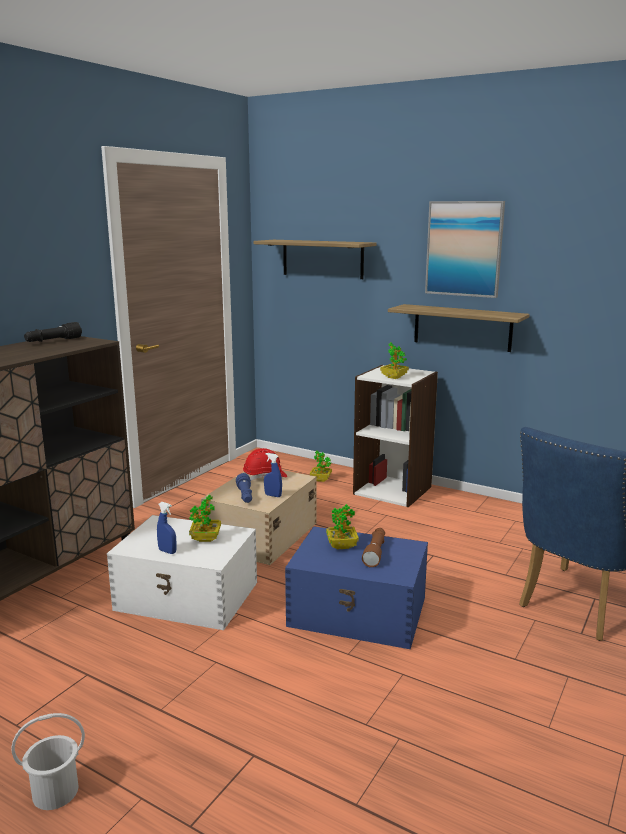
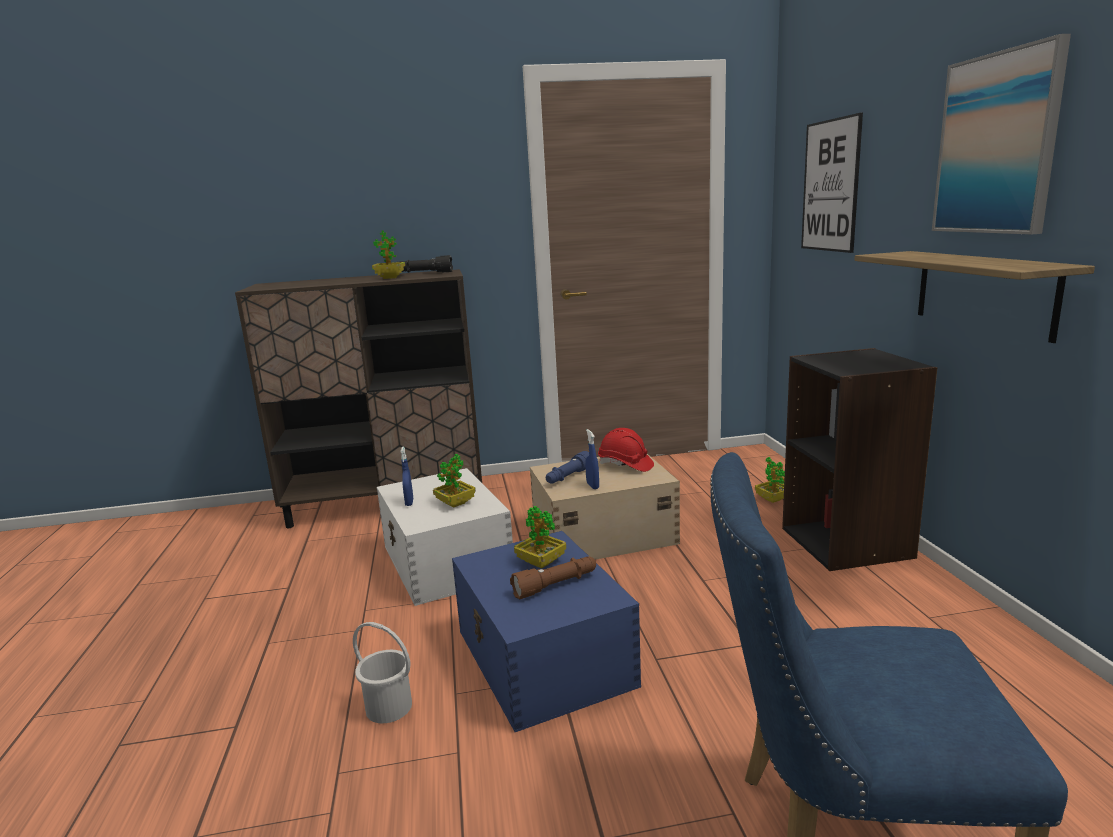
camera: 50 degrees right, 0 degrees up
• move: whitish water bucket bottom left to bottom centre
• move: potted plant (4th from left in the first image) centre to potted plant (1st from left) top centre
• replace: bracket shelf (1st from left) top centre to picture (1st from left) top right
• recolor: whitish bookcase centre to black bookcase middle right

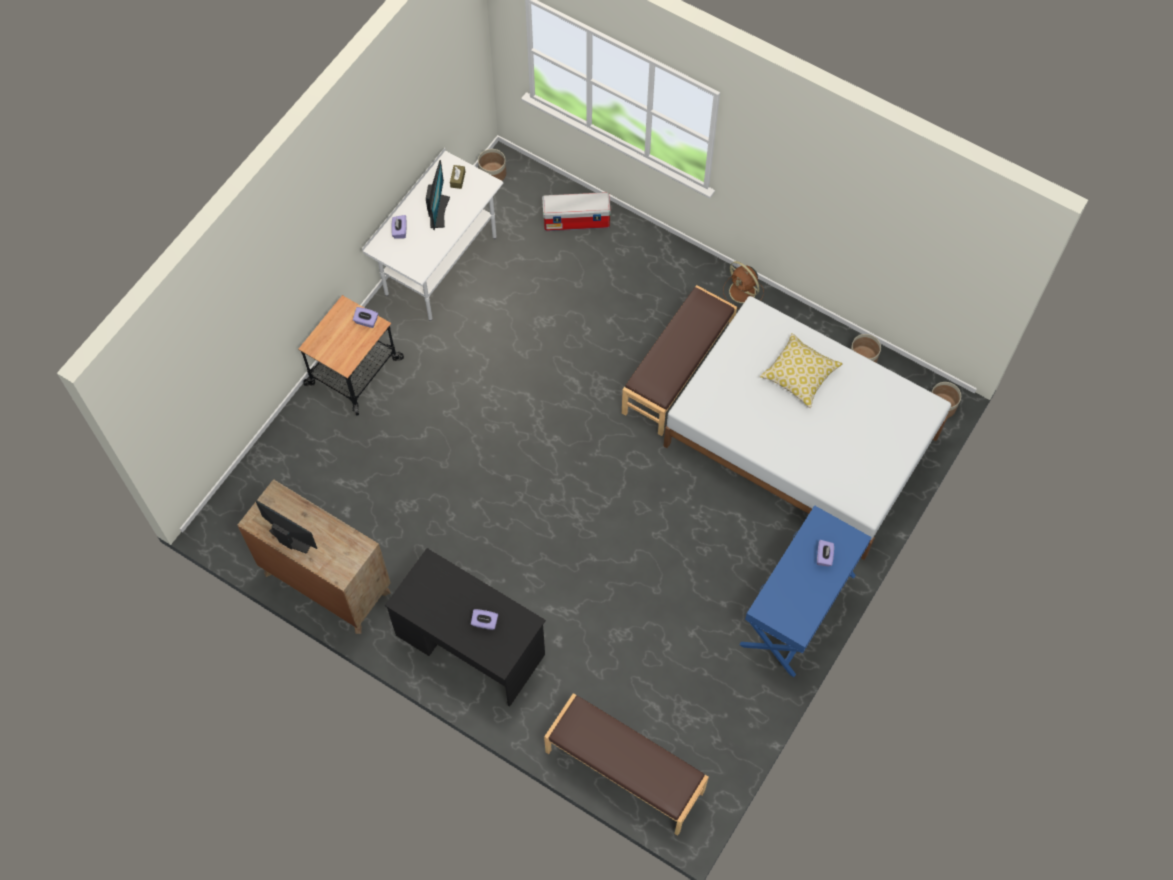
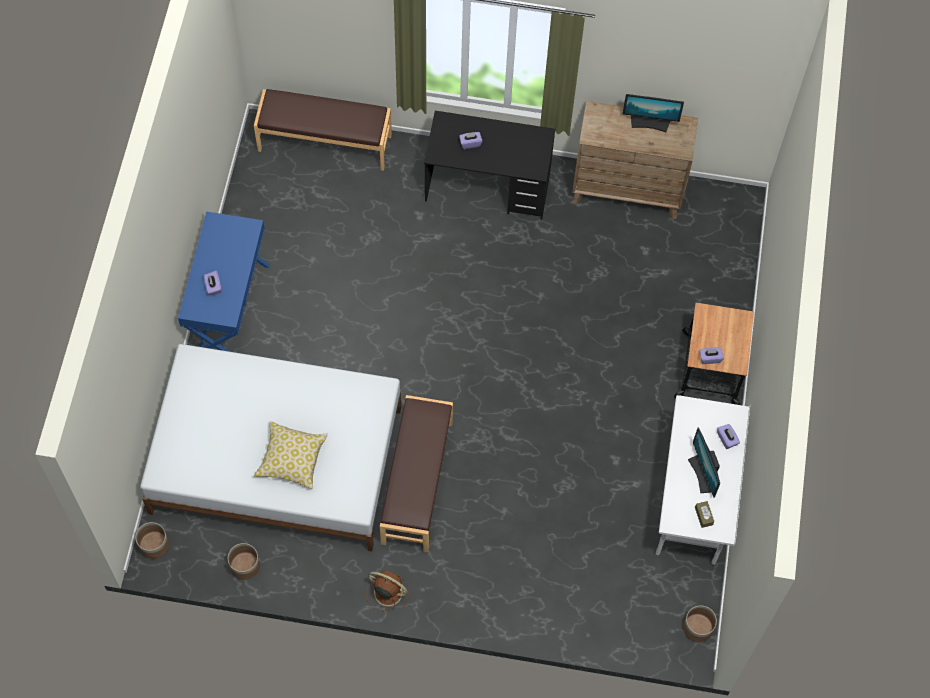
camera: 155 degrees right, 0 degrees up
• delete: storage box top centre

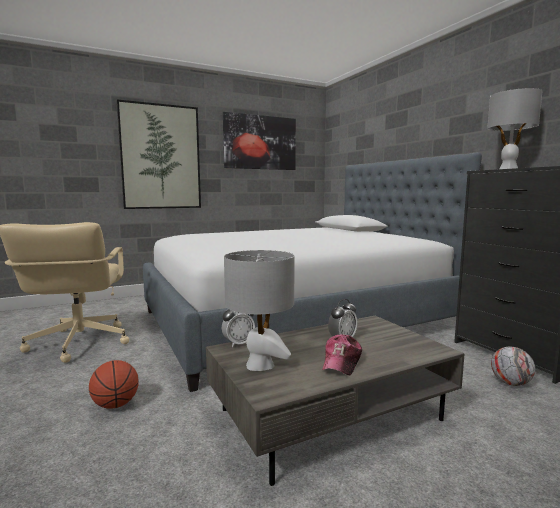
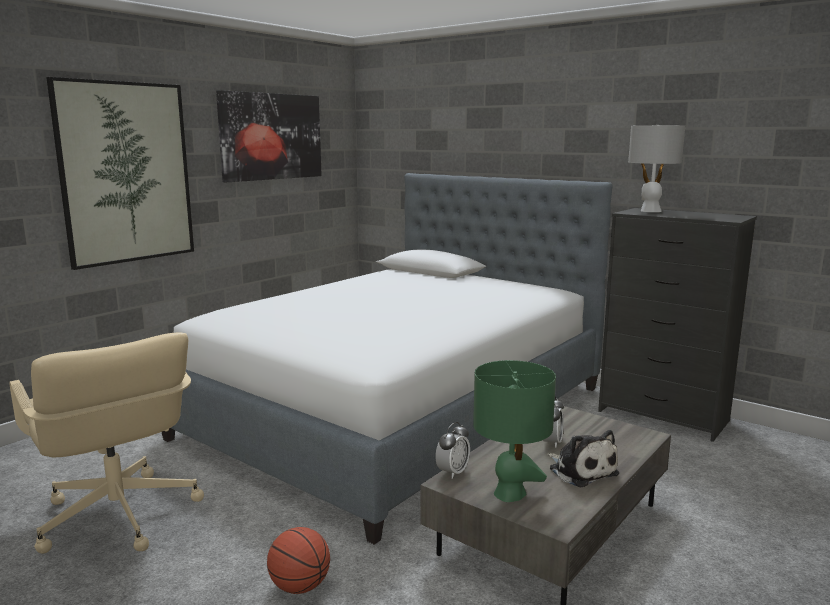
camera: 25 degrees left, 5 degrees up
• delete: football bottom right
• replace: peaked cap bottom centre to soft toy bottom right
• recolor: gray tabletop lamp (1st from left) centre to green-coloured tabletop lamp bottom centre

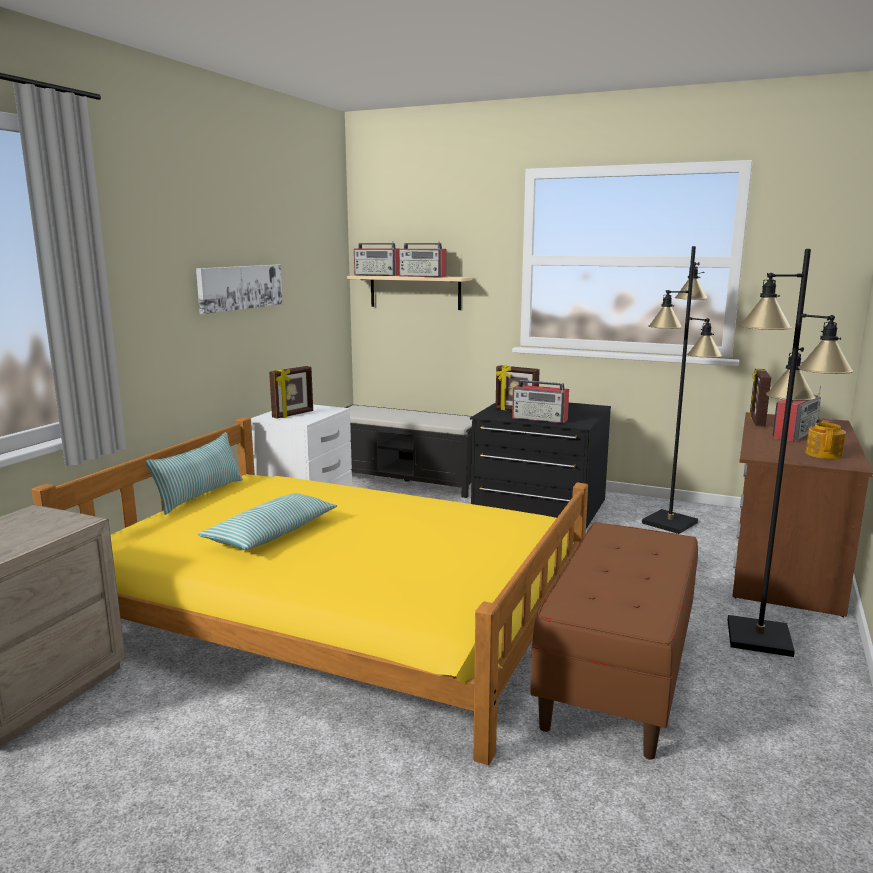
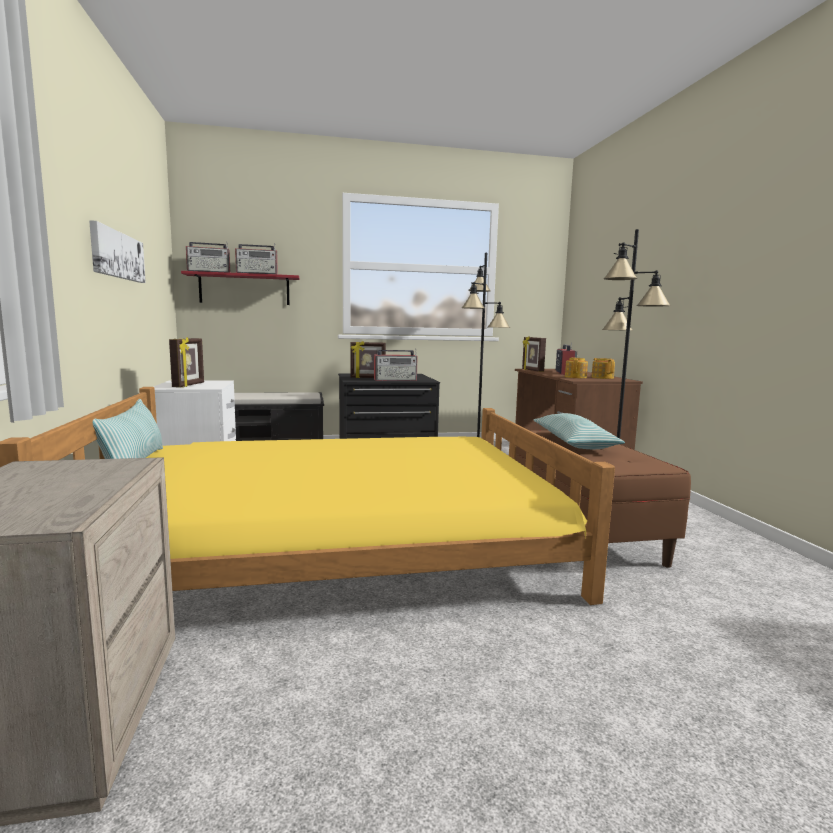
camera: 35 degrees left, 5 degrees down
• insert: pot for tea (1st from left) middle right
• move: pillow (2nd from left) middle left to middle right
• recolor: sand-coloured bracket shelf centre to red bracket shelf middle left

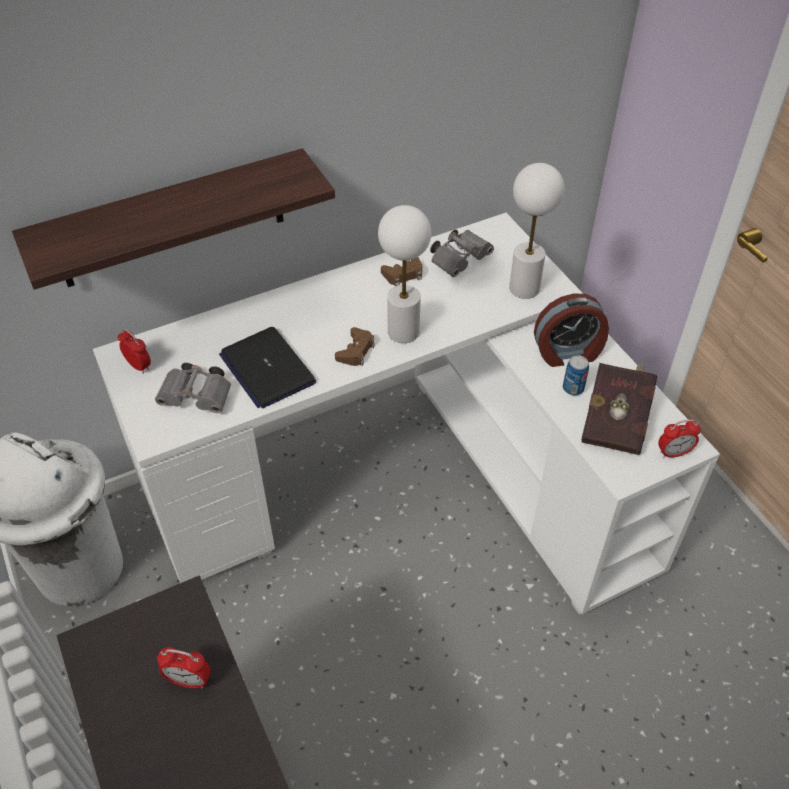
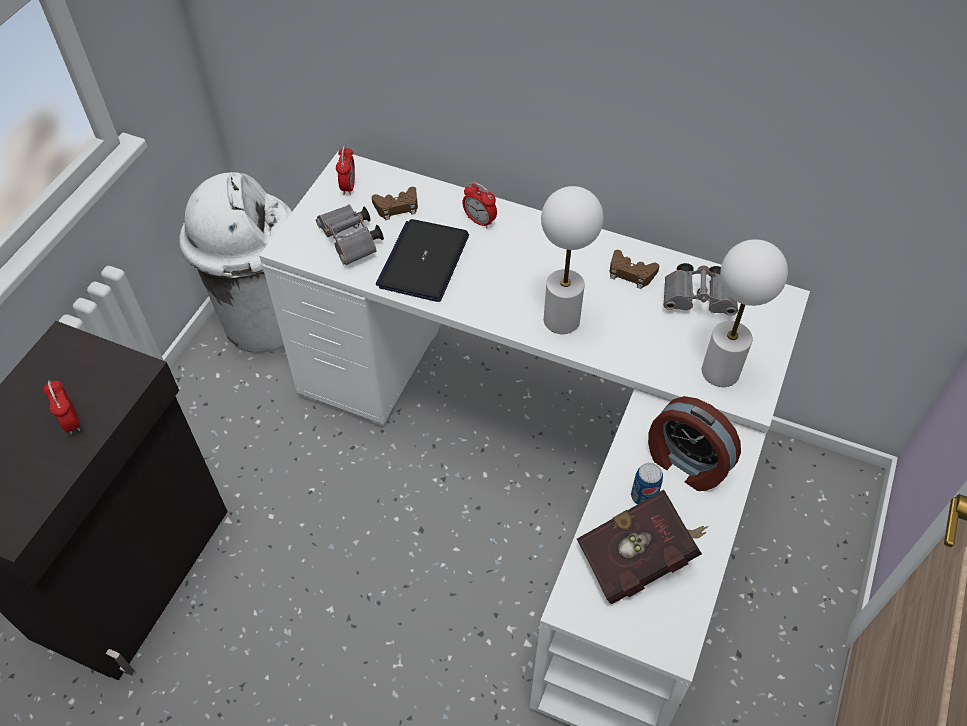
camera: 50 degrees right, 5 degrees up
• delete: bracket shelf top left
• move: brownish gamepad (1st from left) centre to top centre
• move: alarm clock (4th from left in the first image) middle right to alarm clock (3rd from left) top centre

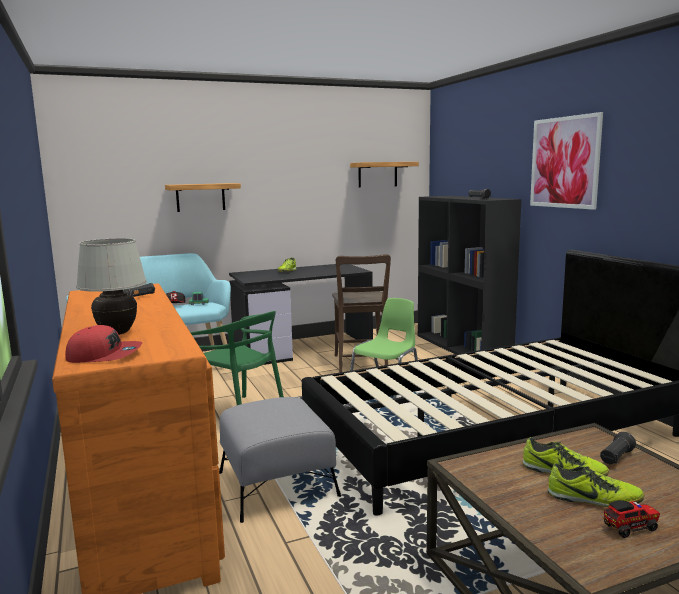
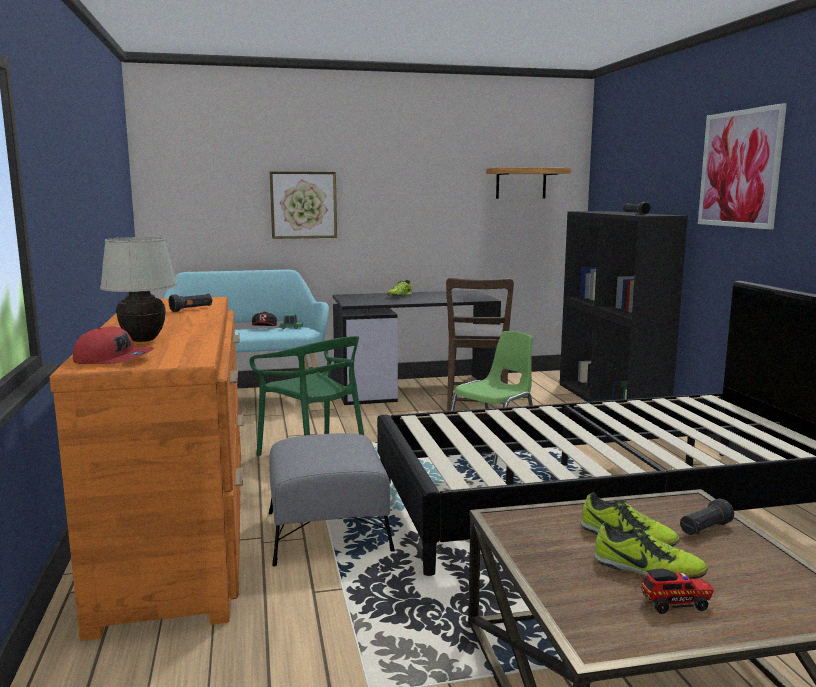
camera: 10 degrees right, 0 degrees up
• replace: bracket shelf (1st from left) top left to picture (1st from left) top centre

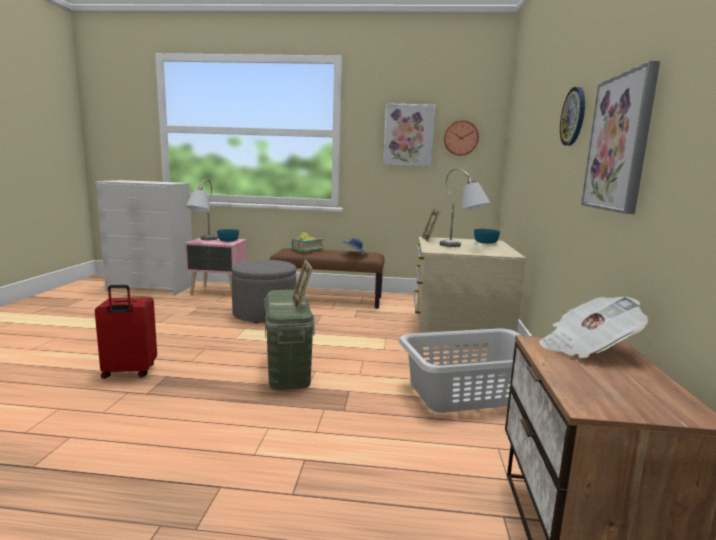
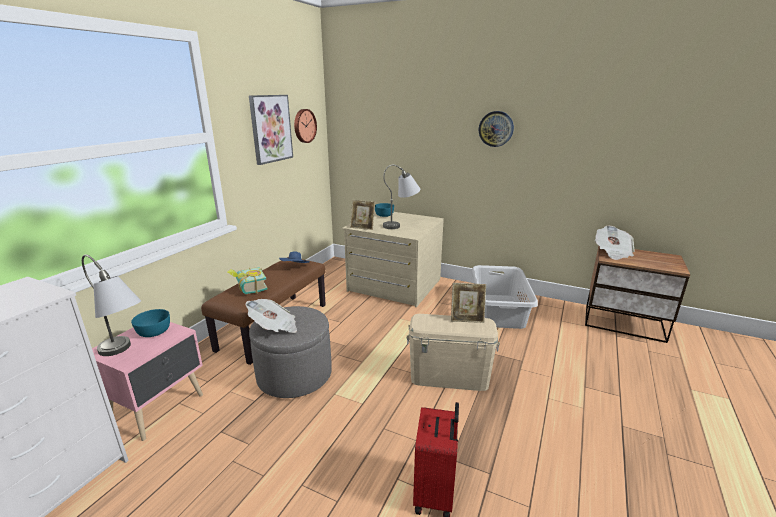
camera: 70 degrees left, 10 degrees up
• delete: picture (2nd from left) top right
• insert: newspaper (1st from left) centre
• recolor: green-coloured storage box centre to sand-coloured storage box bottom centre

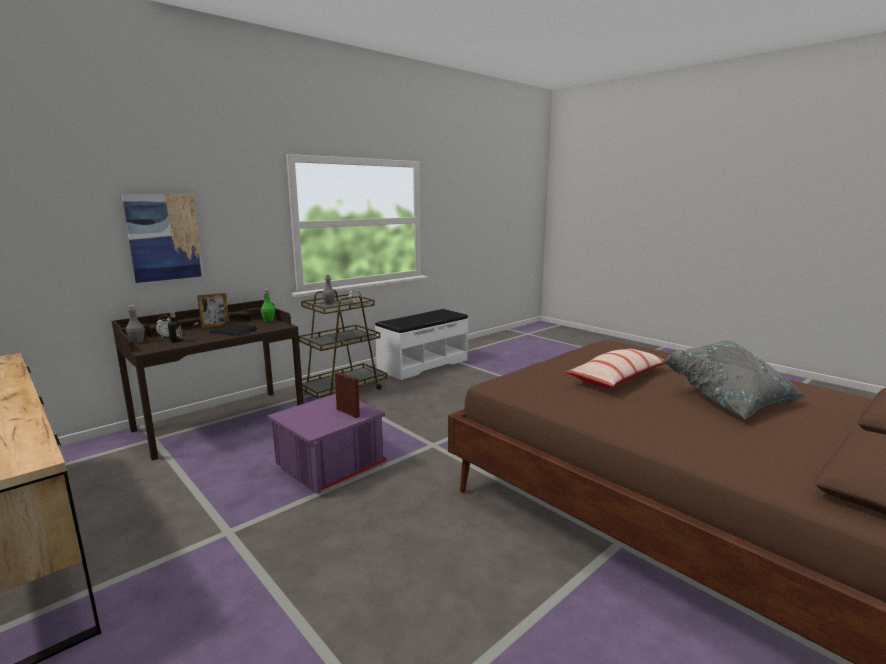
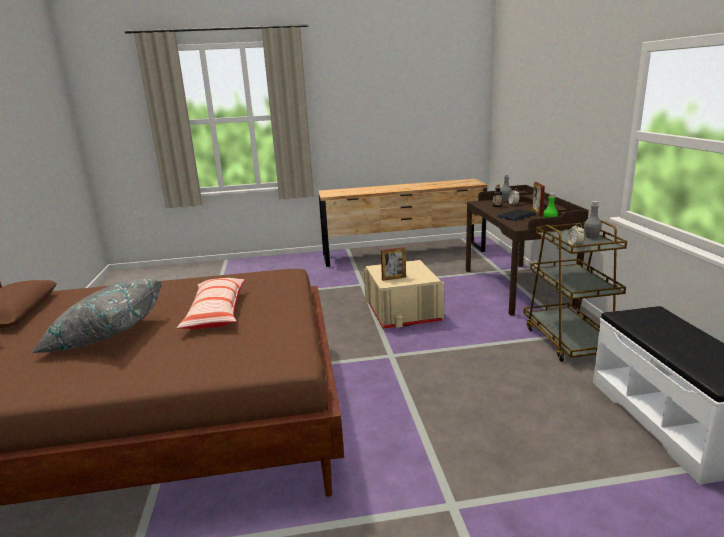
camera: 125 degrees right, 5 degrees up
• delete: picture middle left
• recolor: purple storage box bottom centre to sand-coloured storage box centre

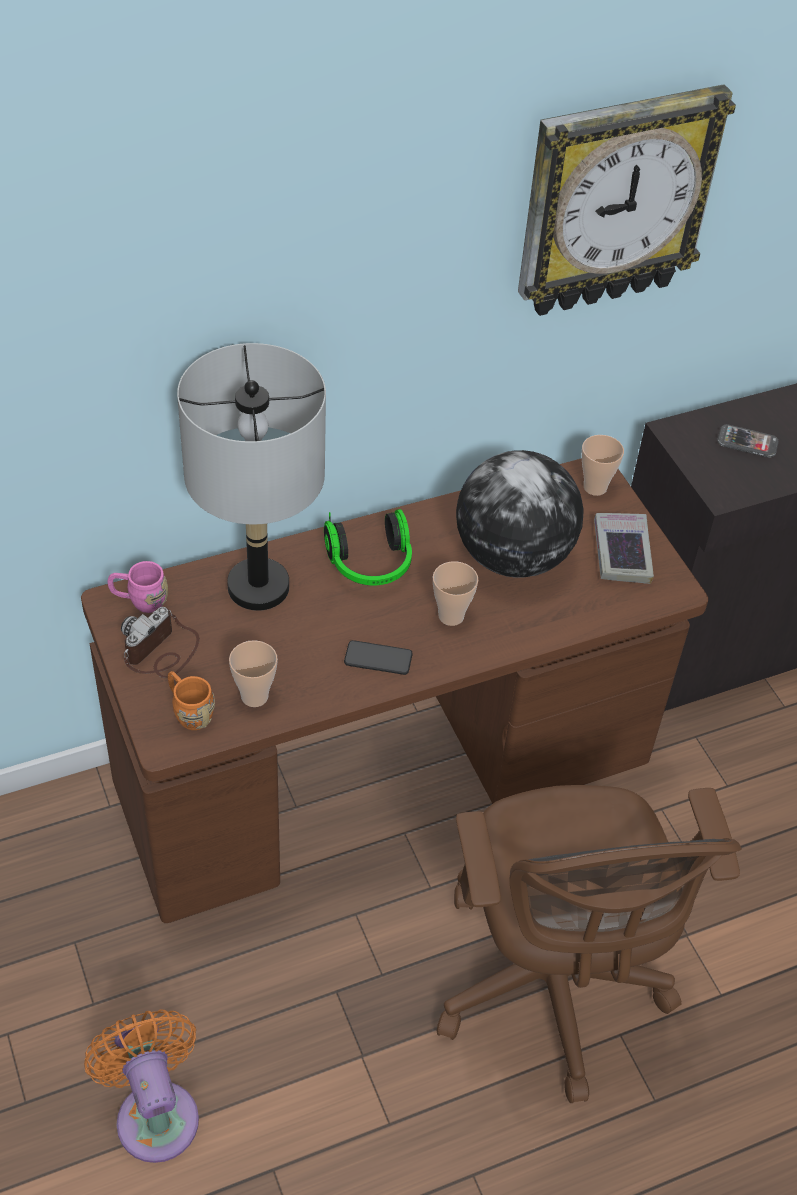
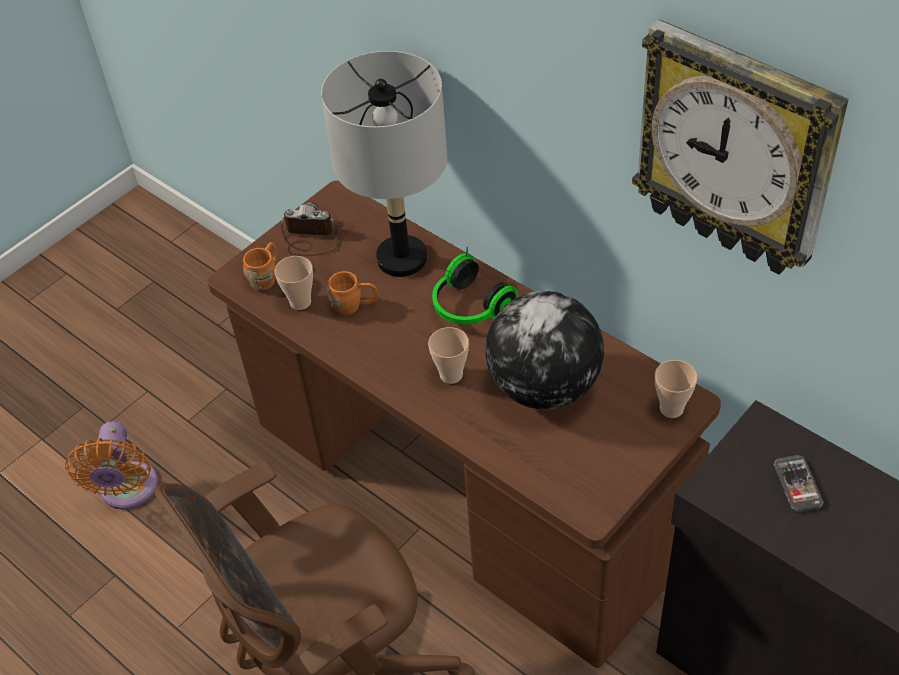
camera: 70 degrees right, 0 degrees up
• delete: pink-coloured mug middle left
• delete: telephone (1st from left) centre
• delete: bound book middle right
• insert: orange mug (2nd from left) centre
• rotate: orange cooling fan bottom left = bottom left 135 degrees clockwise

